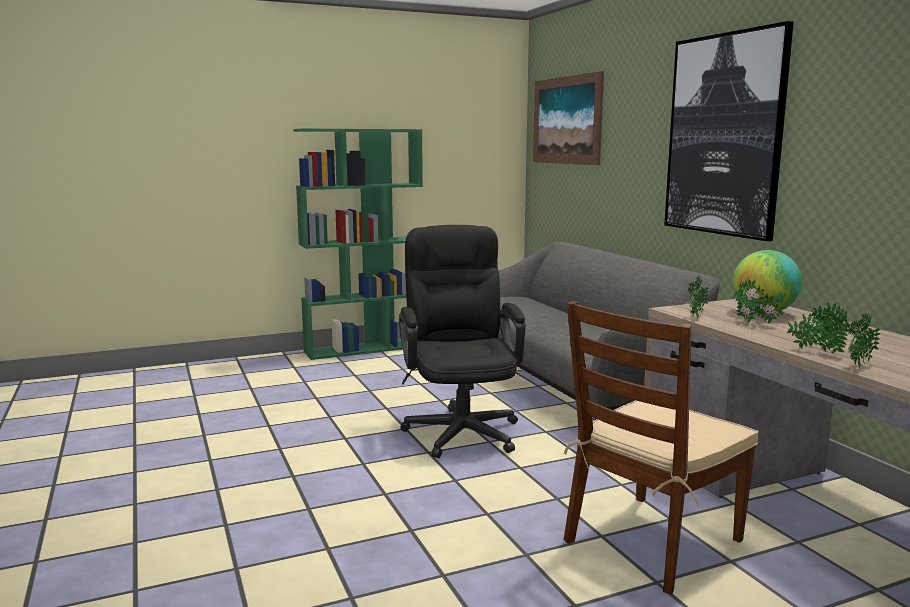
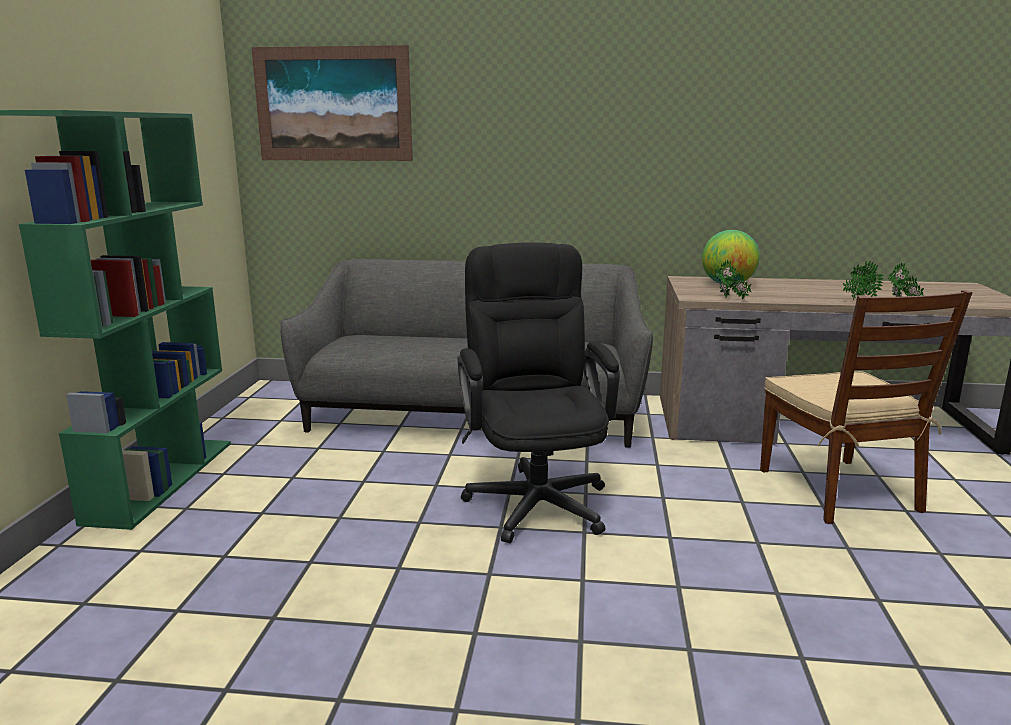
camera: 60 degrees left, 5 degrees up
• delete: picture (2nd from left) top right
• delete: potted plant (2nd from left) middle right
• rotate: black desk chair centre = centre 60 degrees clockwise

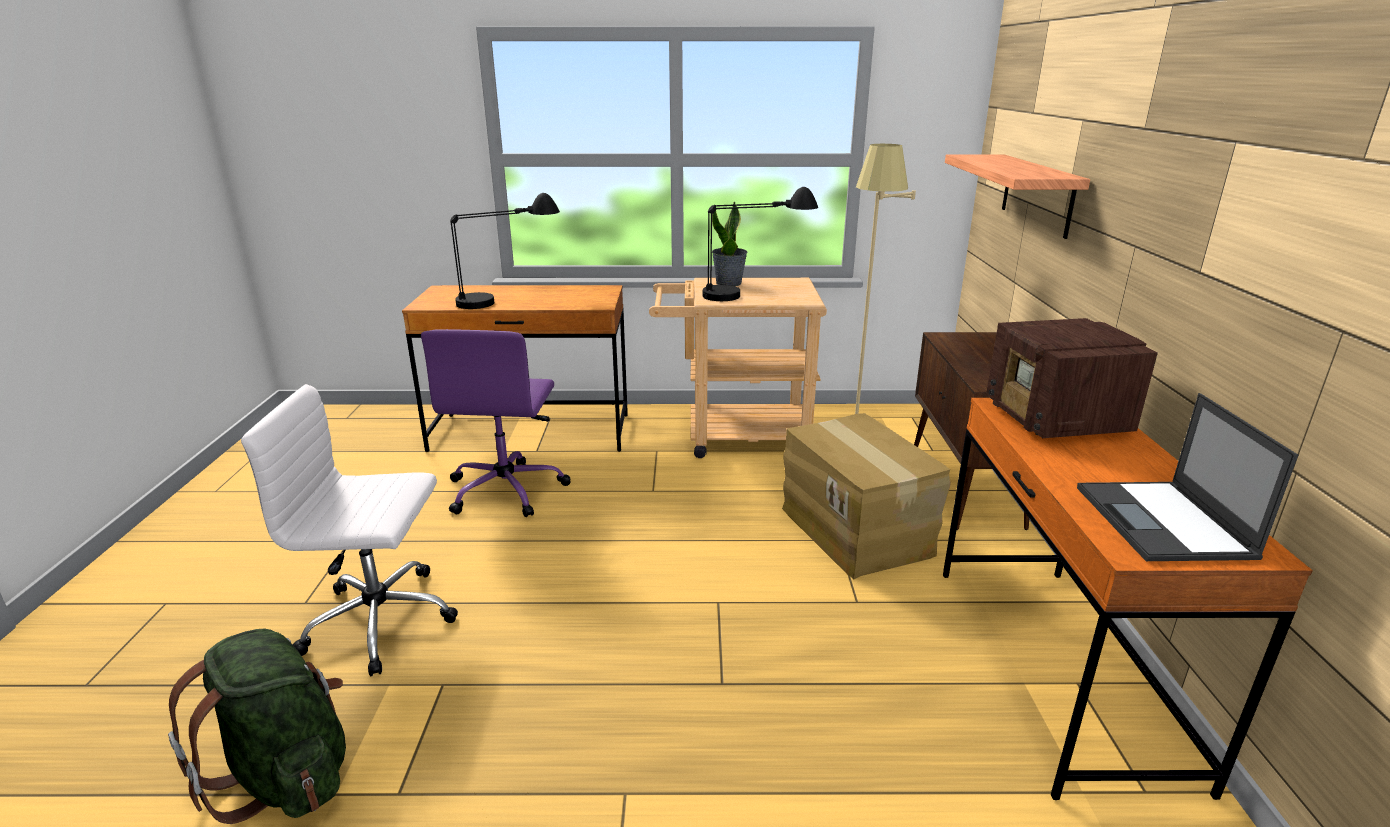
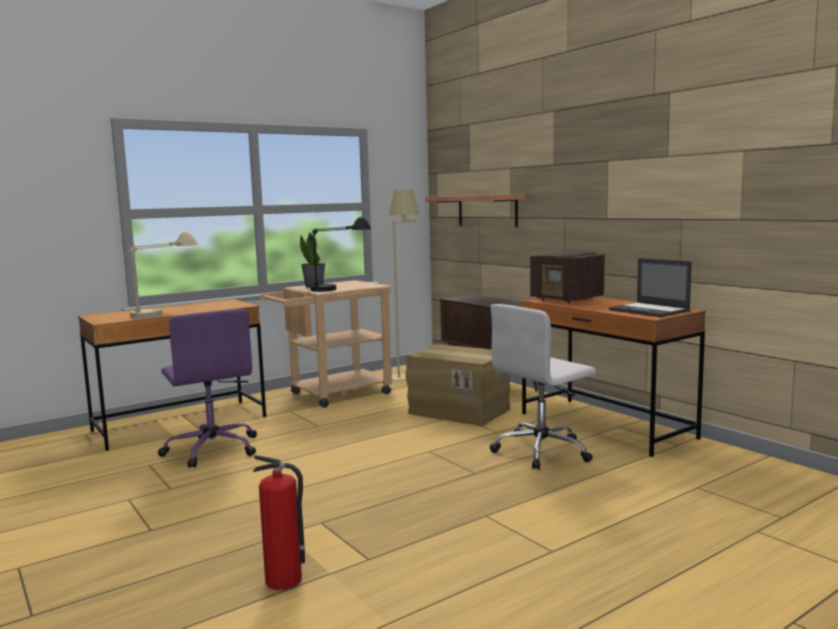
camera: 35 degrees left, 15 degrees down
• move: whitish desk chair middle left to centre
• replace: green-coloured rucksack bottom left to fire extinguisher bottom left
• recolor: black tabletop lamp (1st from left) top centre to sand-coloured tabletop lamp middle left

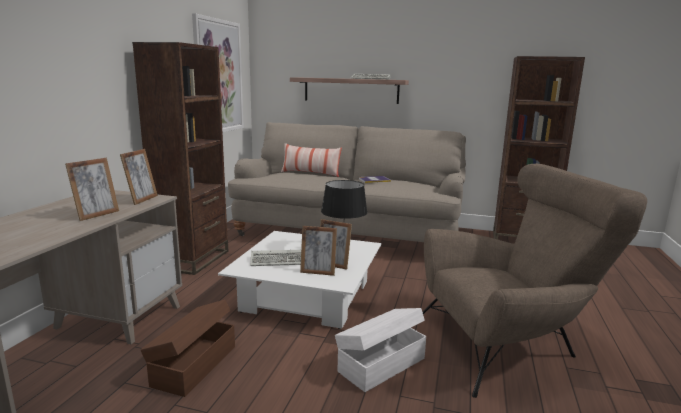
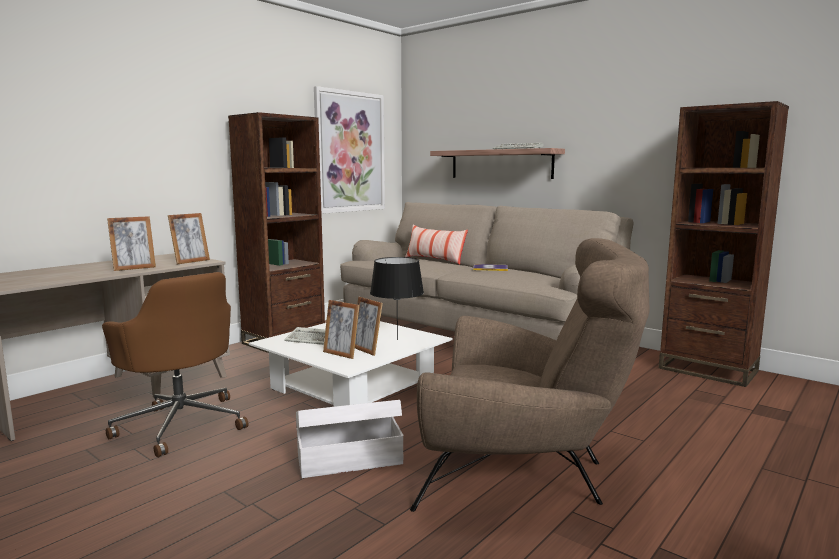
camera: 25 degrees right, 5 degrees down
• replace: brownish storage box bottom left to brownish desk chair middle left

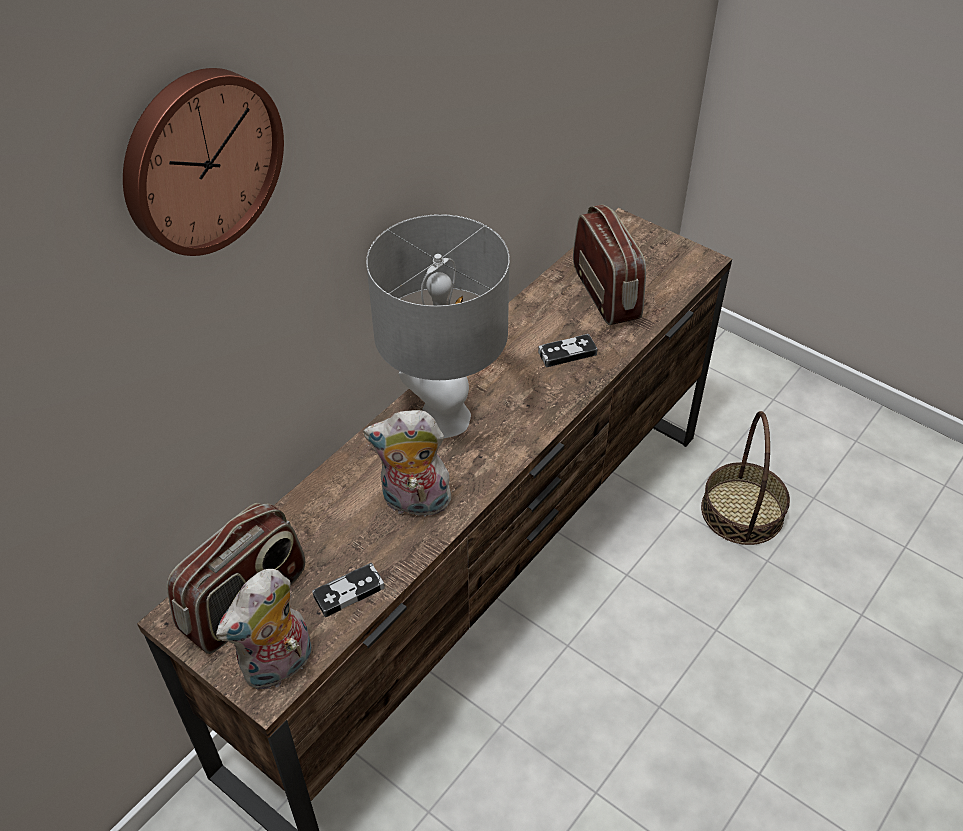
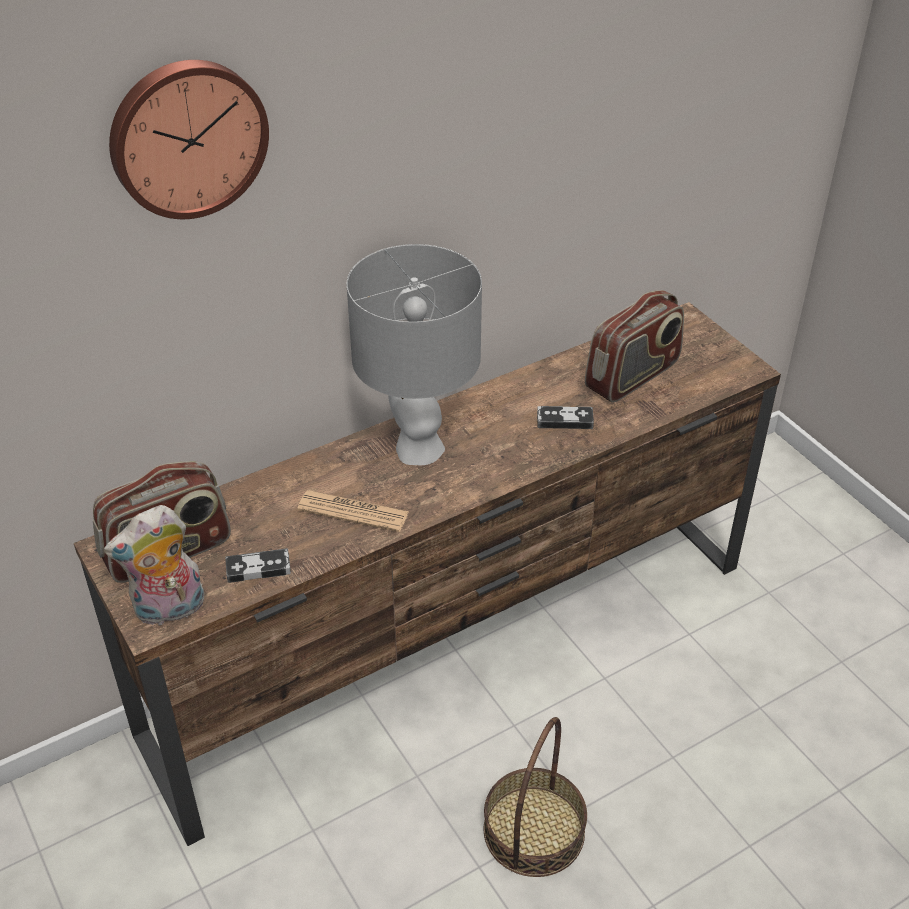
camera: 20 degrees right, 5 degrees down
• move: household basket middle right to bottom centre
• replace: soft toy (2nd from left) centre to newspaper centre
• rotate: radio receiver (2nd from left) top centre = middle right 45 degrees clockwise

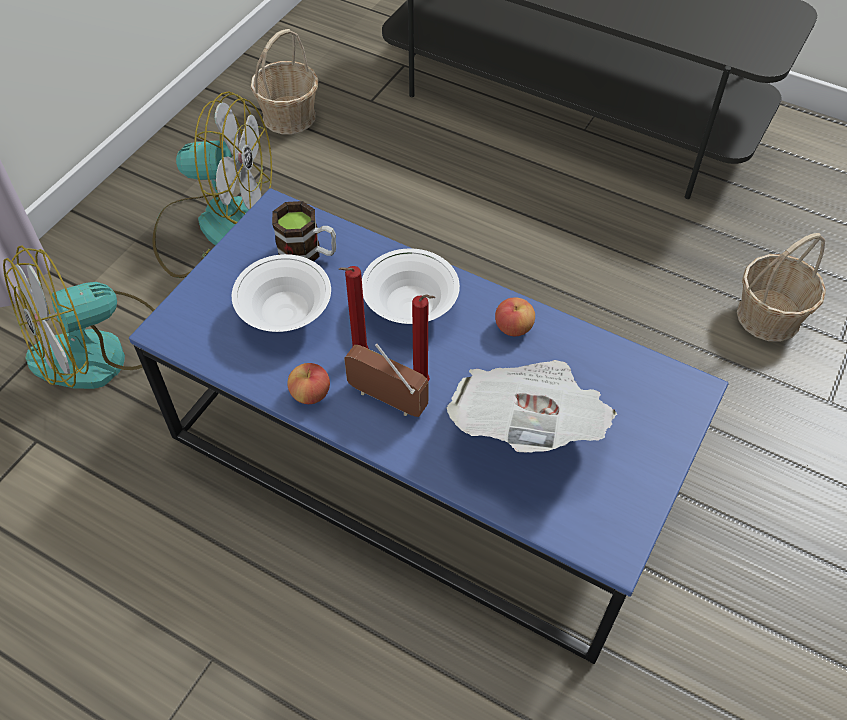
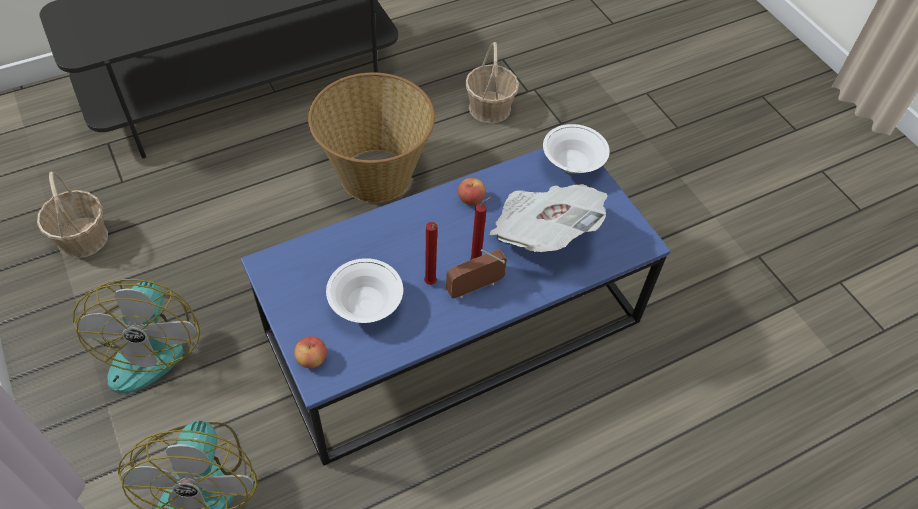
camera: 60 degrees left, 0 degrees up
• delete: mug top centre
• insert: household basket (2nd from left) top centre
• move: apple (1st from left) centre to bottom centre
• move: whitish serving bowl (2nd from left) centre to top centre
• rotate: cooling fan (2nd from left in the first image) top left = middle left 135 degrees clockwise

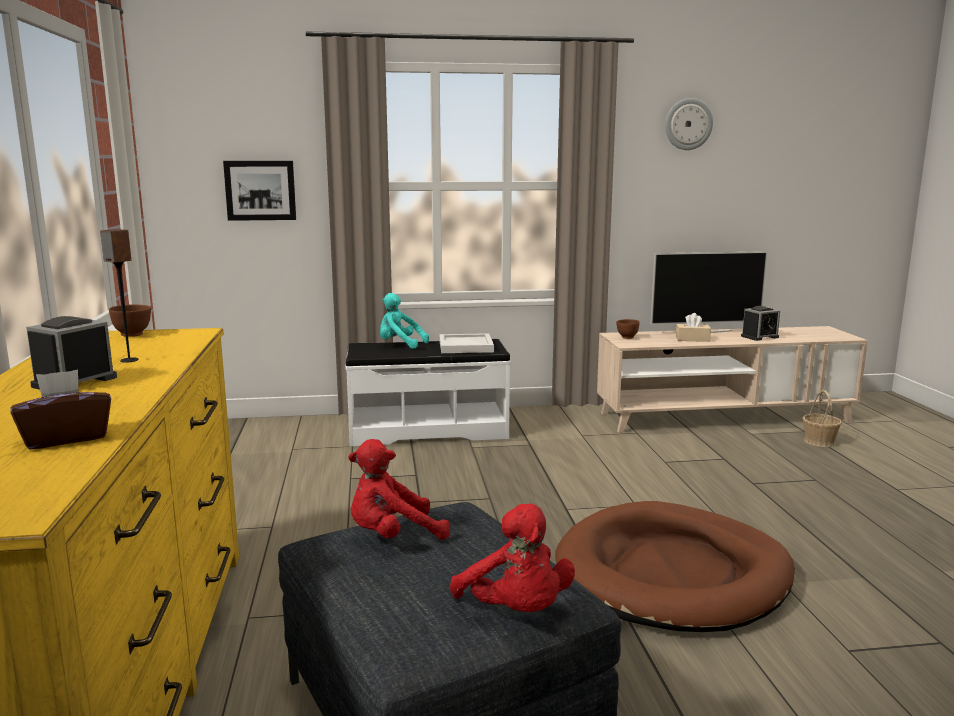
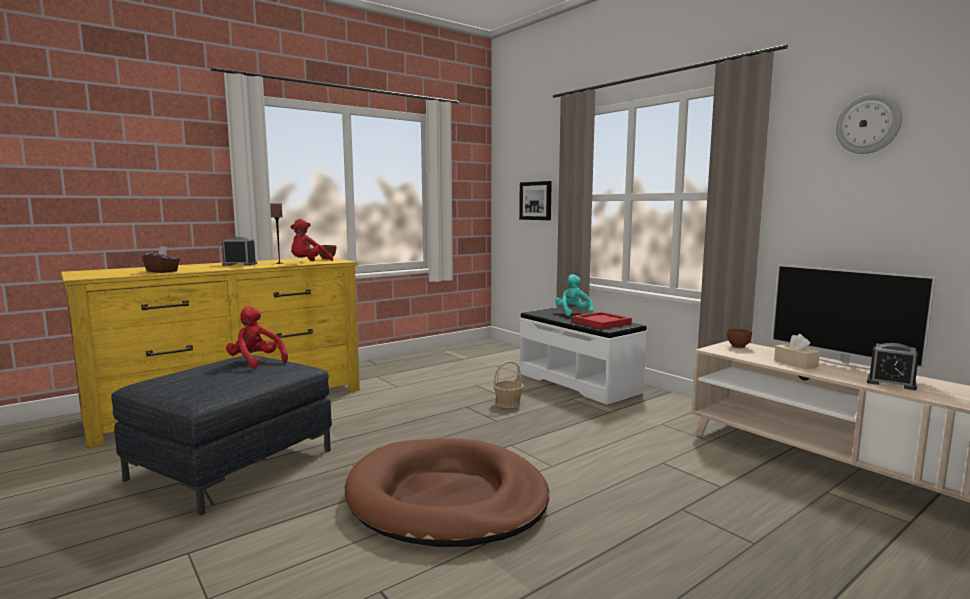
camera: 60 degrees right, 5 degrees down
• move: red soft toy (2nd from left) bottom centre to middle left
• move: household basket middle right to centre
• recolor: whitish serving tray centre to red serving tray centre

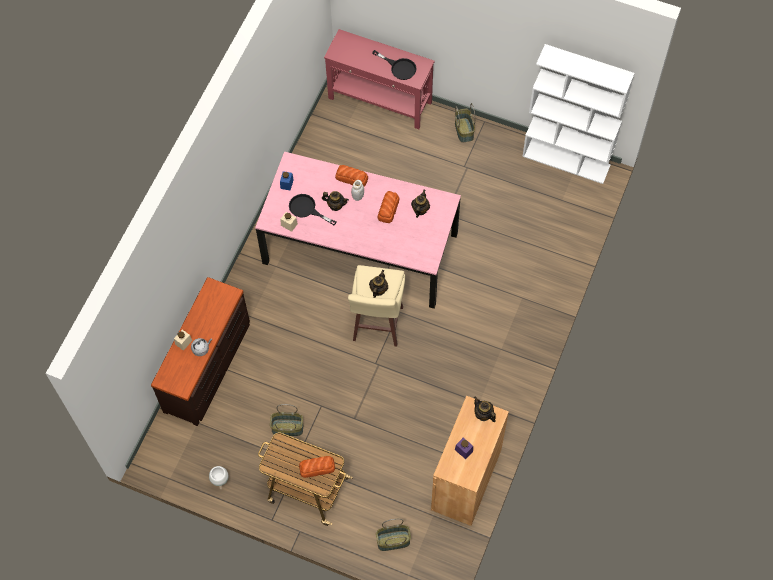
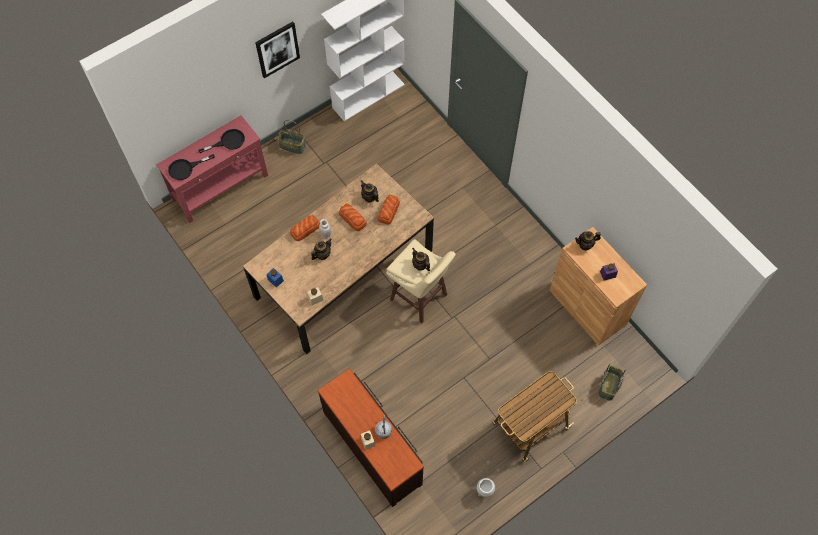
camera: 60 degrees left, 0 degrees up
• delete: household basket (1st from left) bottom centre
• insert: picture top centre
• move: black skillet (1st from left) centre to top left
• move: baked bread (1st from left in the first image) bottom centre to baked bread (3rd from left) centre
• recolor: pink-coloured dinner table centre to brownish dinner table centre

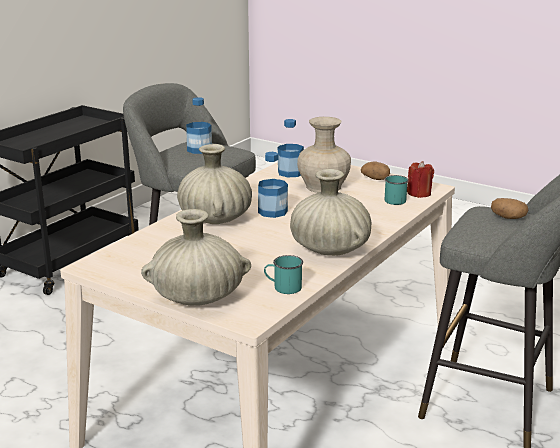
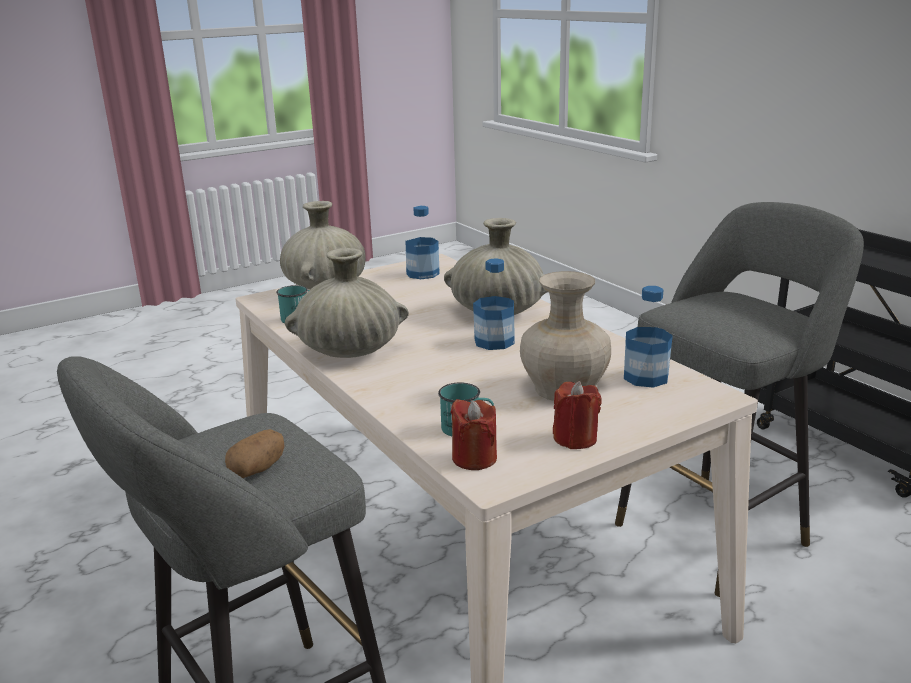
camera: 115 degrees right, 0 degrees up
• move: drink bottle (1st from left) top centre to centre
• replace: potato (1st from left) middle right to red candle (2nd from left) centre

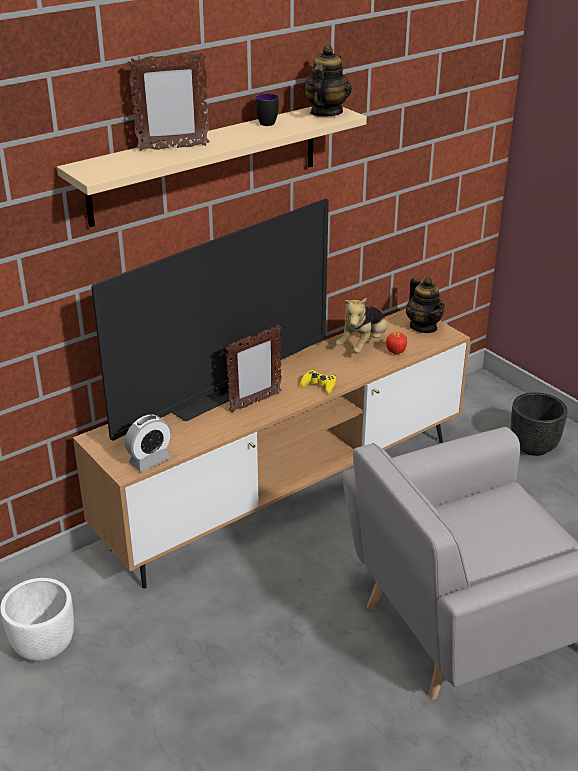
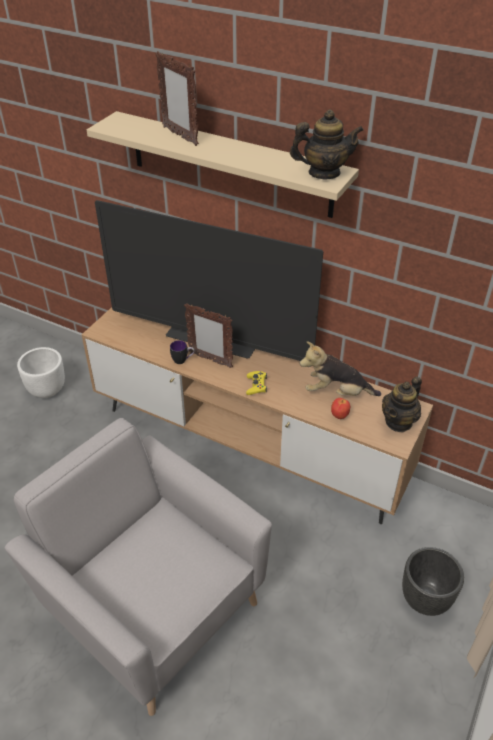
camera: 65 degrees right, 10 degrees up
• delete: alarm clock middle left
• move: mug top centre to centre

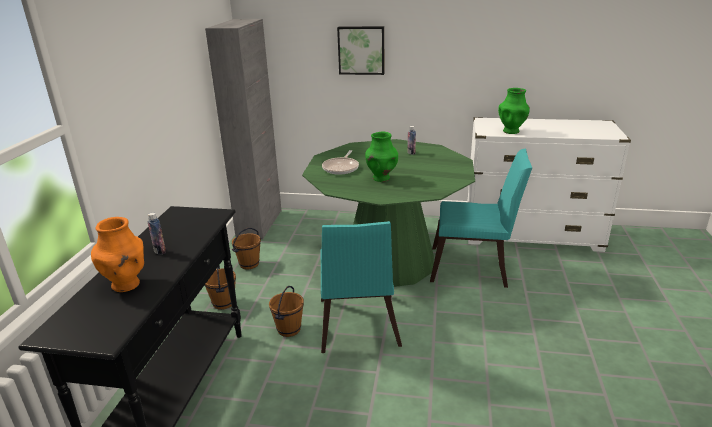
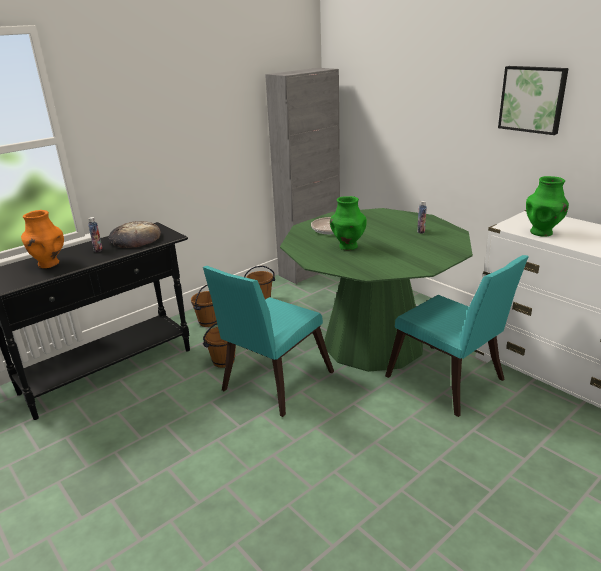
camera: 40 degrees right, 0 degrees up
• insert: baked bread middle left
• move: picture top centre to top right

